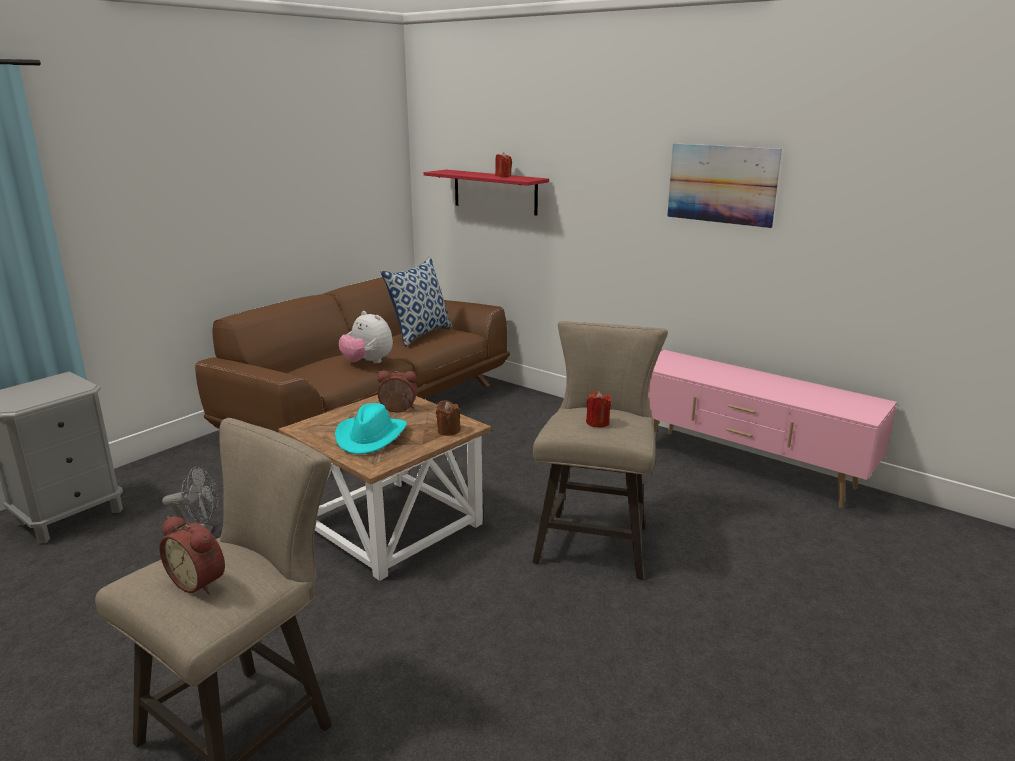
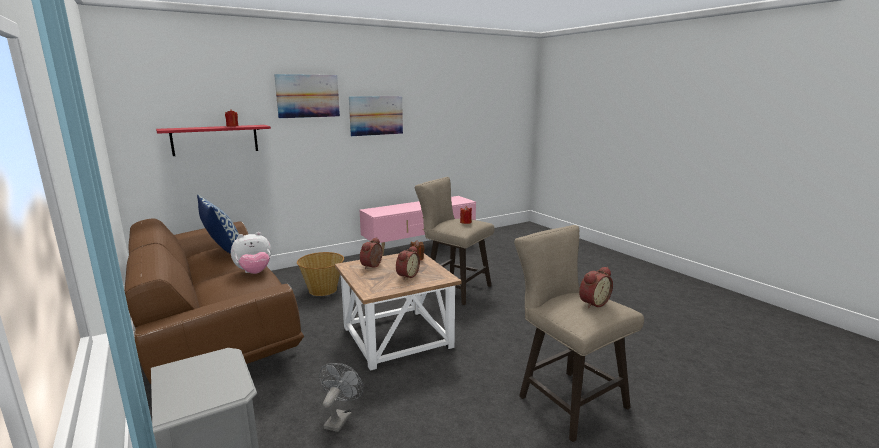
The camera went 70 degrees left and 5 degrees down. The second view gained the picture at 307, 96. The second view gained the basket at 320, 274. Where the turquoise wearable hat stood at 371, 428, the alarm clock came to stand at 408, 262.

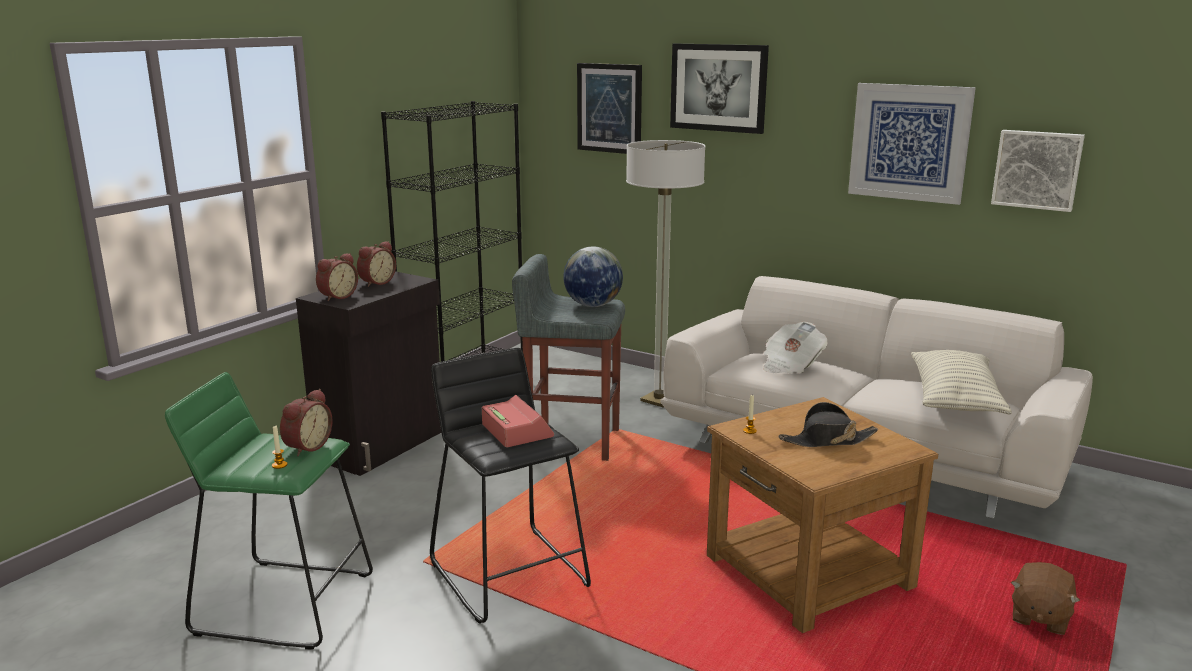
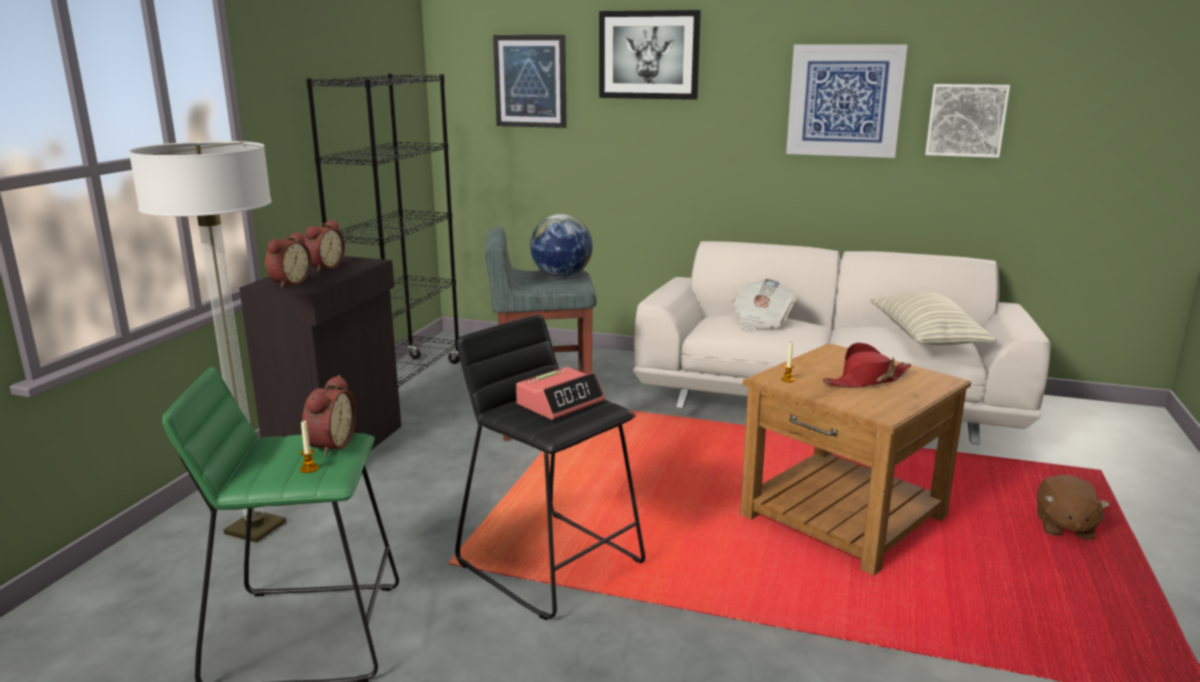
The camera went 15 degrees left and 0 degrees up. The standard lamp ended up elsewhere, having gone from 666, 274 to 207, 342. What was the blackish wearable hat at 828, 424 turned into the red wearable hat at 866, 365. The alarm clock at 518, 421 ended up facing another way, 90 degrees clockwise from before.

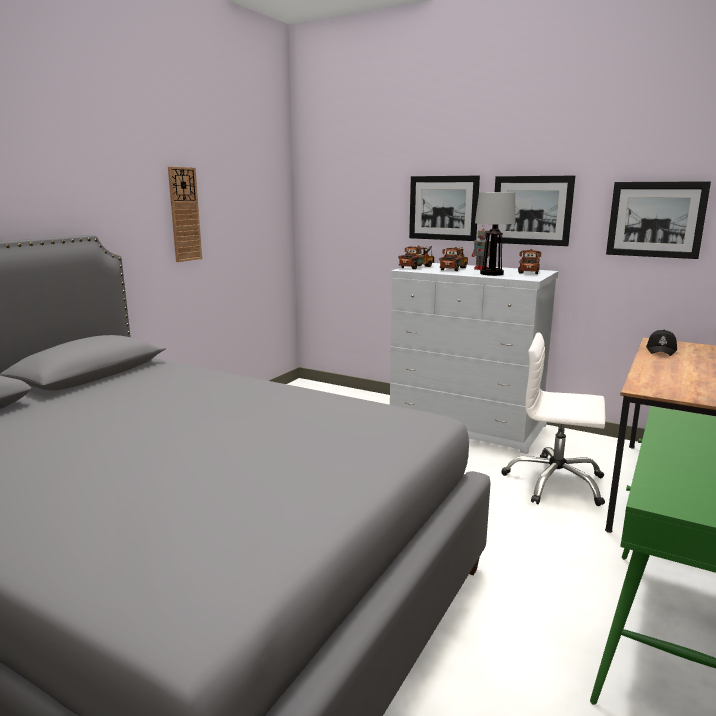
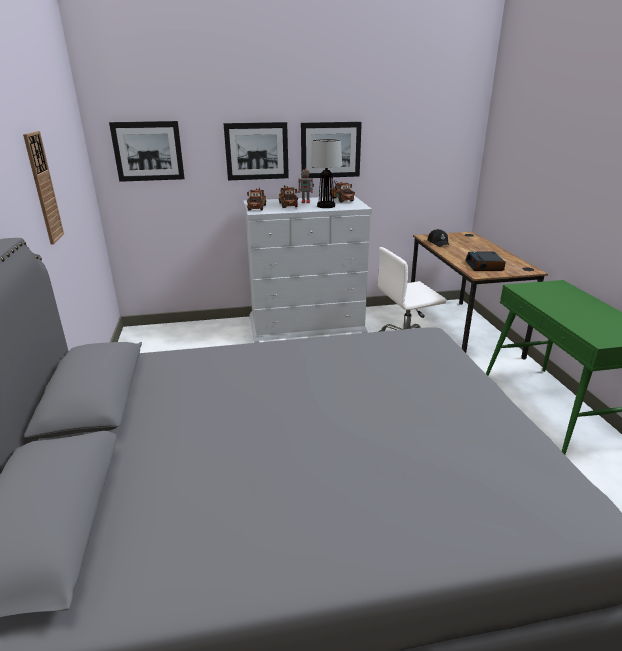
The camera went 40 degrees left and 10 degrees up. The second view gained the alarm clock at 485, 261. The picture ended up elsewhere, having gone from 658, 220 to 147, 151.

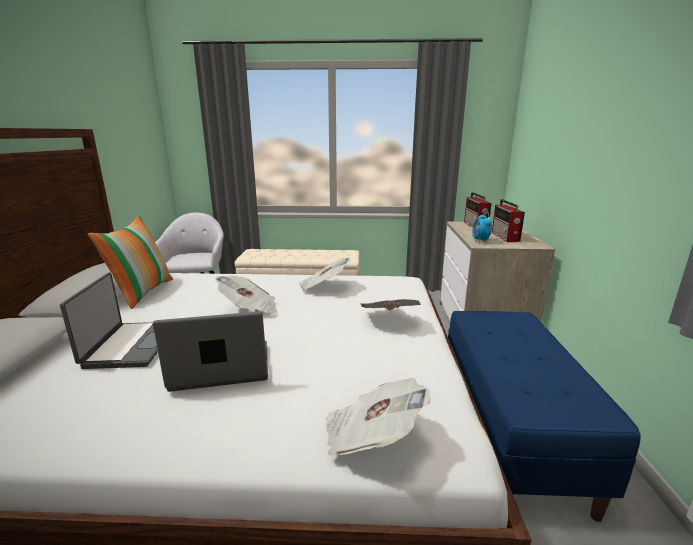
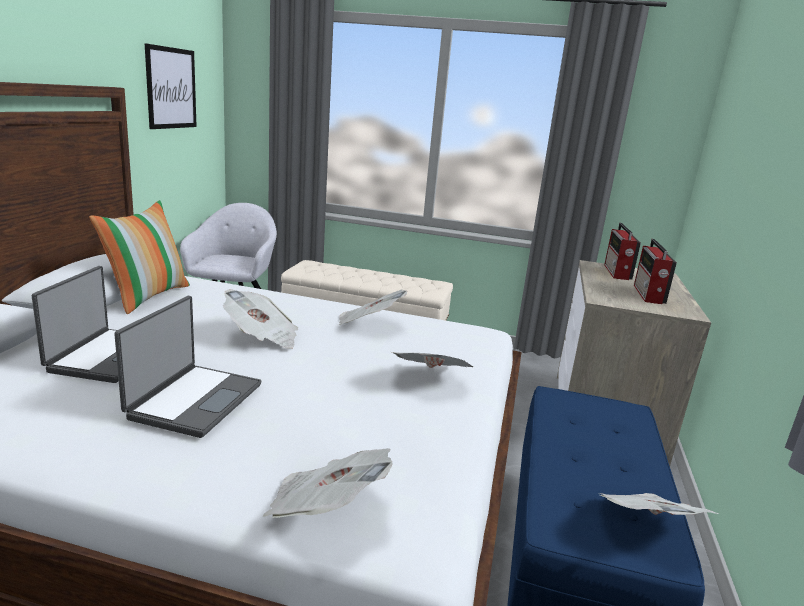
The camera went 10 degrees right and 0 degrees up. The second view lost the alarm clock at 482, 227. The second view gained the picture at 171, 86. The second view gained the printed paper at 658, 504. The notebook computer at 210, 351 ended up facing another way, 105 degrees clockwise from before.

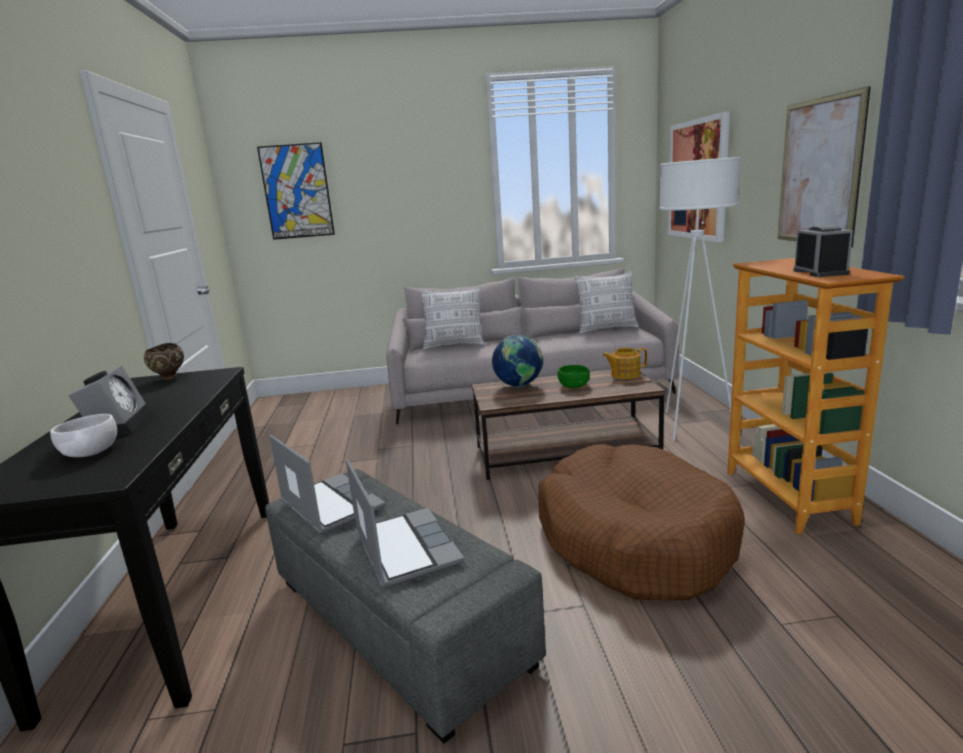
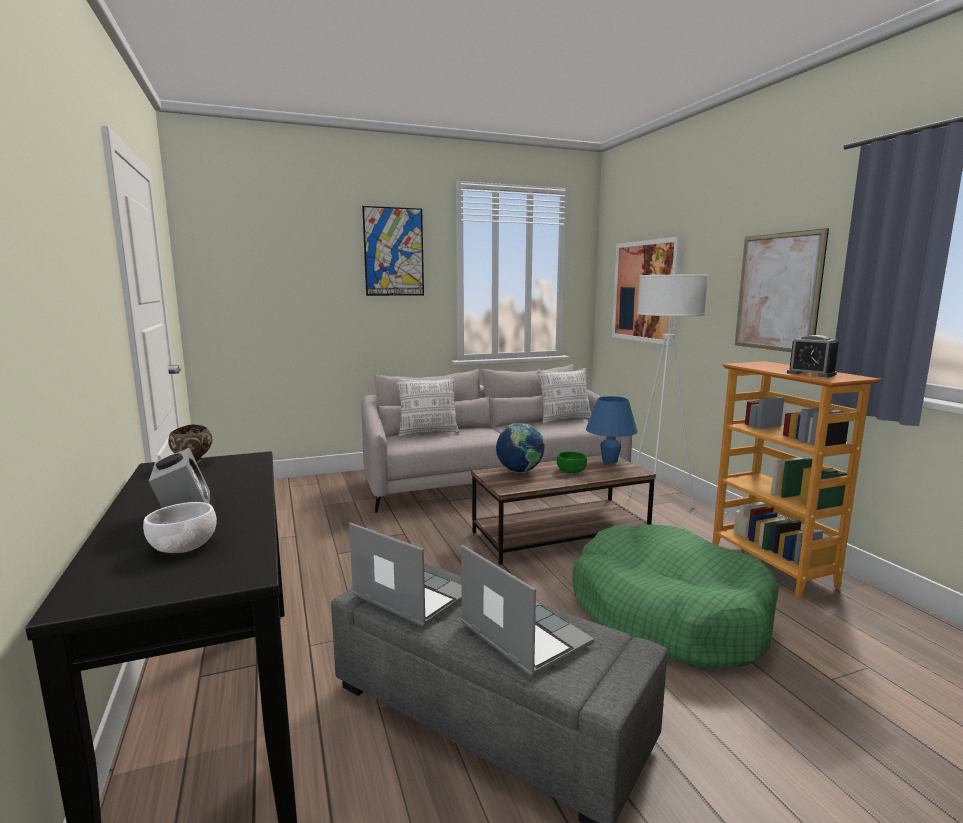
The camera went 15 degrees left and 5 degrees down. The picture ended up elsewhere, having gone from 296, 191 to 393, 251. Where the pot for tea stood at 624, 363, the blue tabletop lamp came to stand at 612, 429. What was the brown-coloured dog bed at 641, 522 turned into the green dog bed at 675, 597. The alarm clock at 823, 251 ended up facing another way, 150 degrees clockwise from before.

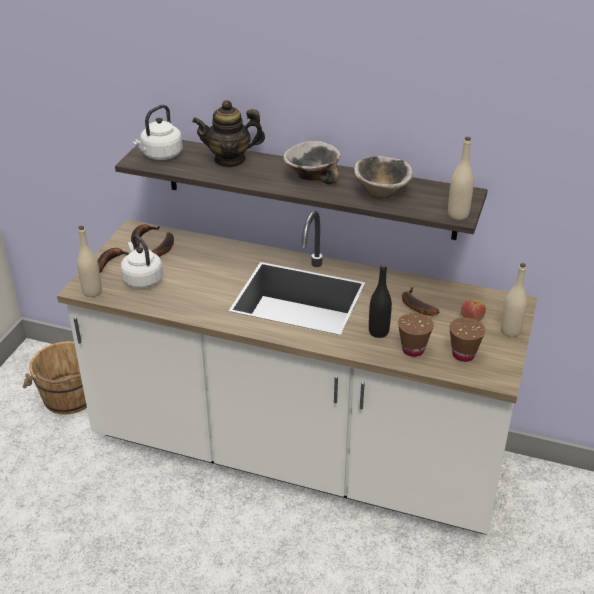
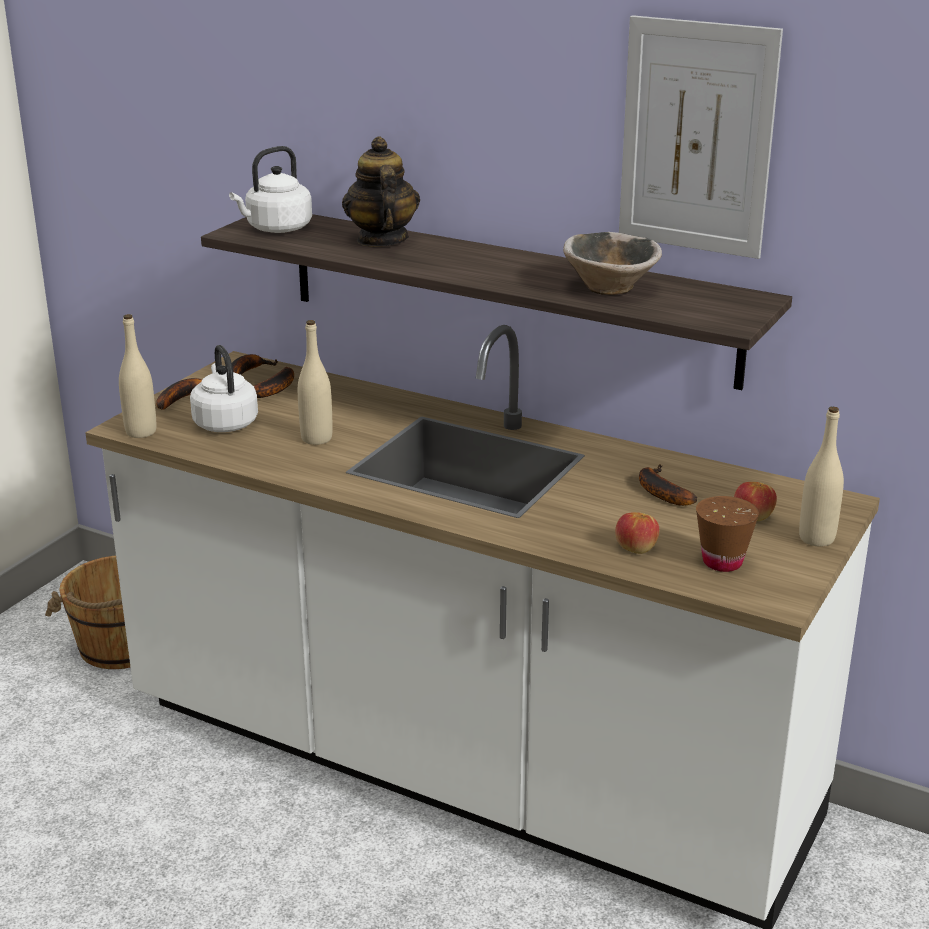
The camera went 10 degrees right and 10 degrees down. The second view lost the bowl at 312, 162. The second view lost the blackish beverage bottle at 380, 301. The second view gained the picture at 701, 137. The beige-coloured beverage bottle ended up elsewhere, having gone from 461, 178 to 315, 382. Where the brown-coloured cup stood at 416, 335, the apple came to stand at 637, 533. The pot for tea at 228, 134 ended up facing another way, 75 degrees clockwise from before.

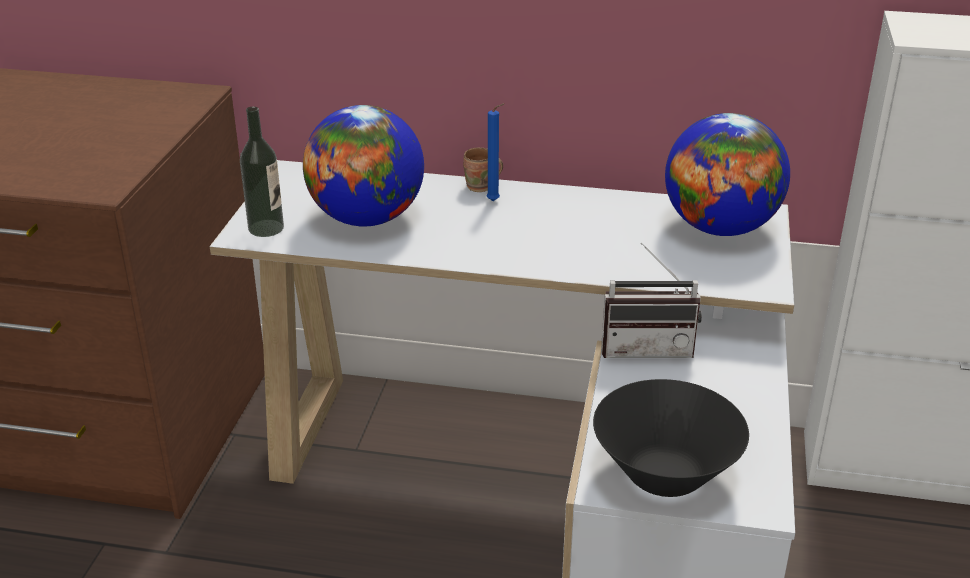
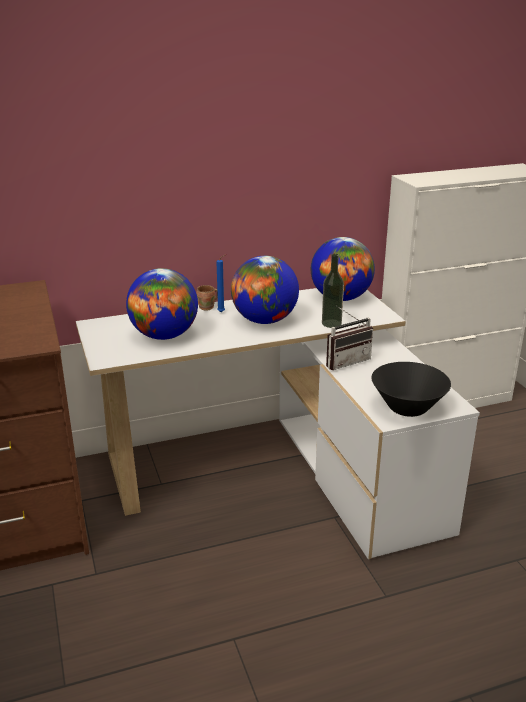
The camera went 30 degrees left and 5 degrees down. The second view gained the globe at 265, 290. The beverage bottle ended up elsewhere, having gone from 262, 171 to 333, 291.

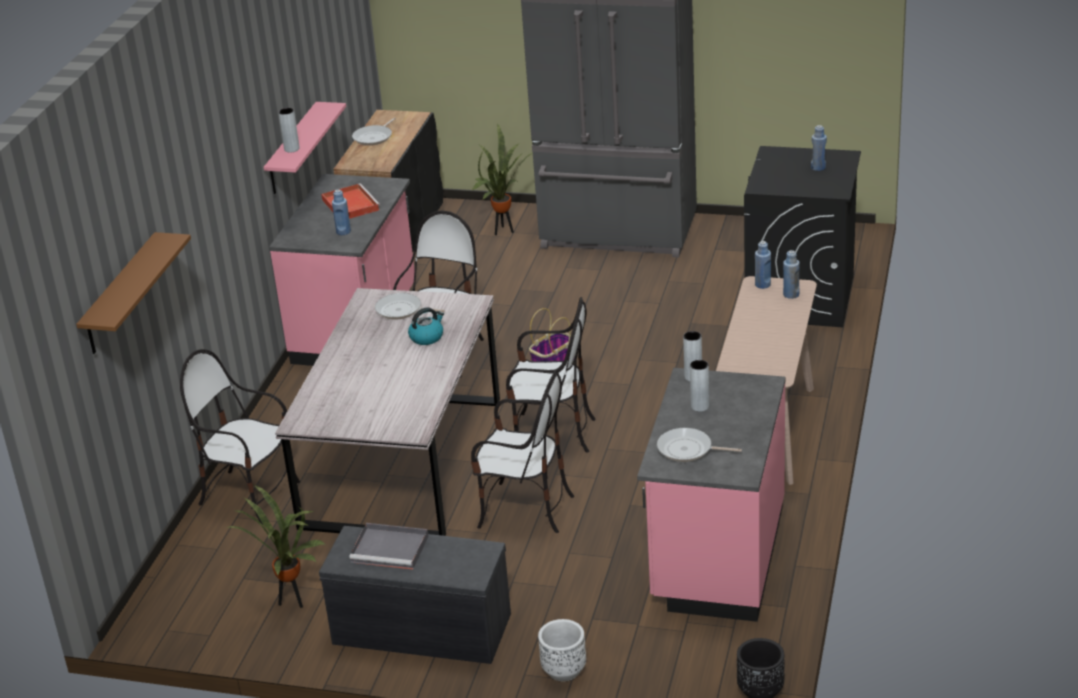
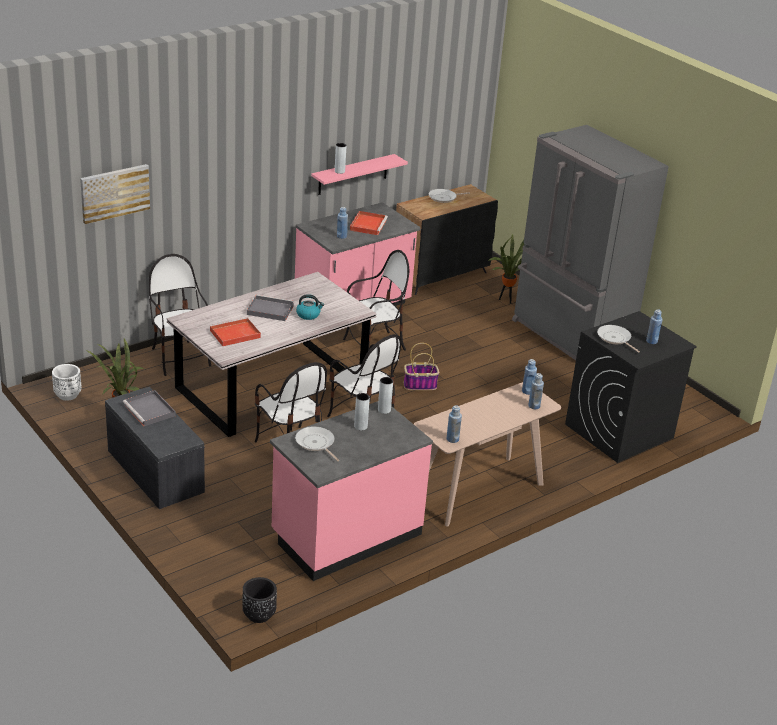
The camera went 35 degrees right and 0 degrees up. The second view gained the red serving tray at 235, 332. The second view gained the greyish serving tray at 270, 308. The second view gained the blue beverage bottle at 454, 424. The skillet ended up elsewhere, having gone from 410, 306 to 618, 338. The white-coloured flower pot ended up elsewhere, having gone from 562, 650 to 66, 382. Where the brown-coloured wall shelf hung at 133, 293, the picture came to hang at 115, 194.

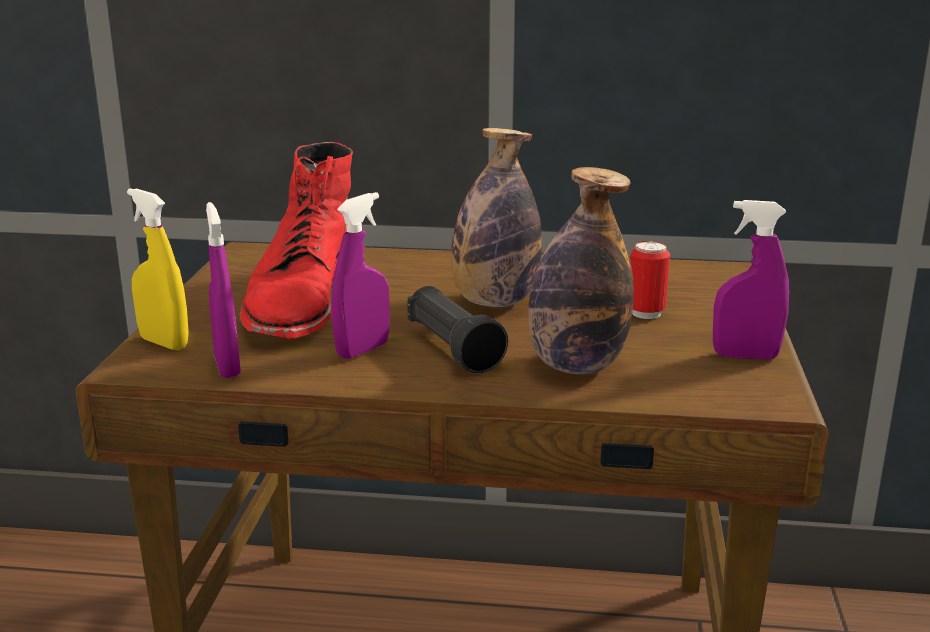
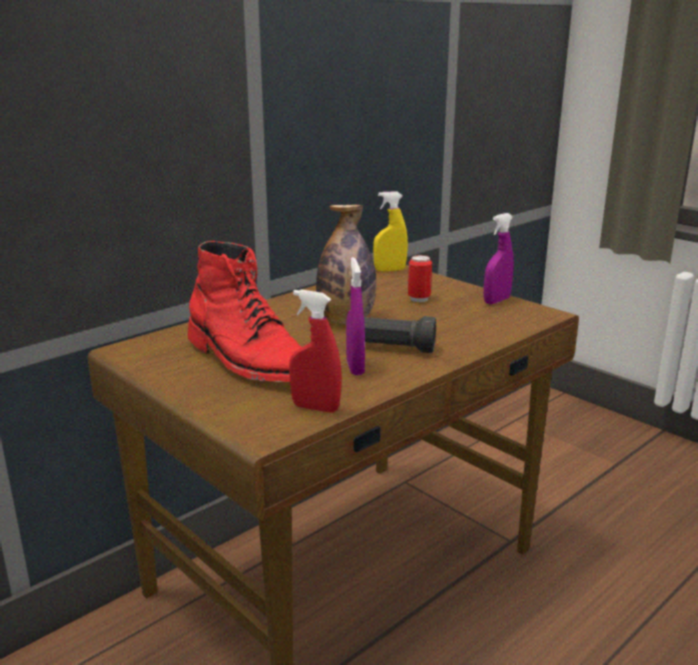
The camera went 50 degrees left and 0 degrees up. The second view lost the beverage bottle at 581, 270. The yellowish hand sprayer ended up elsewhere, having gone from 158, 269 to 390, 231. What was the purple hand sprayer at 223, 290 turned into the red hand sprayer at 315, 351.

